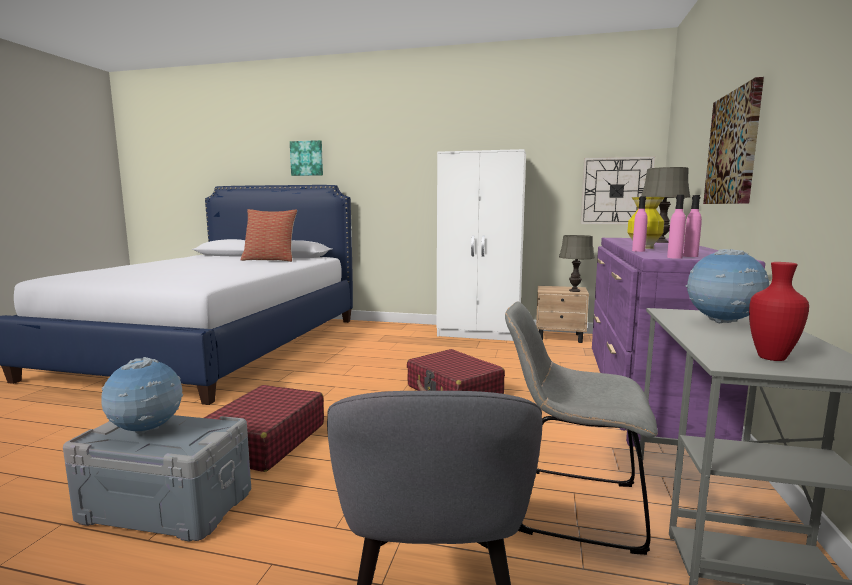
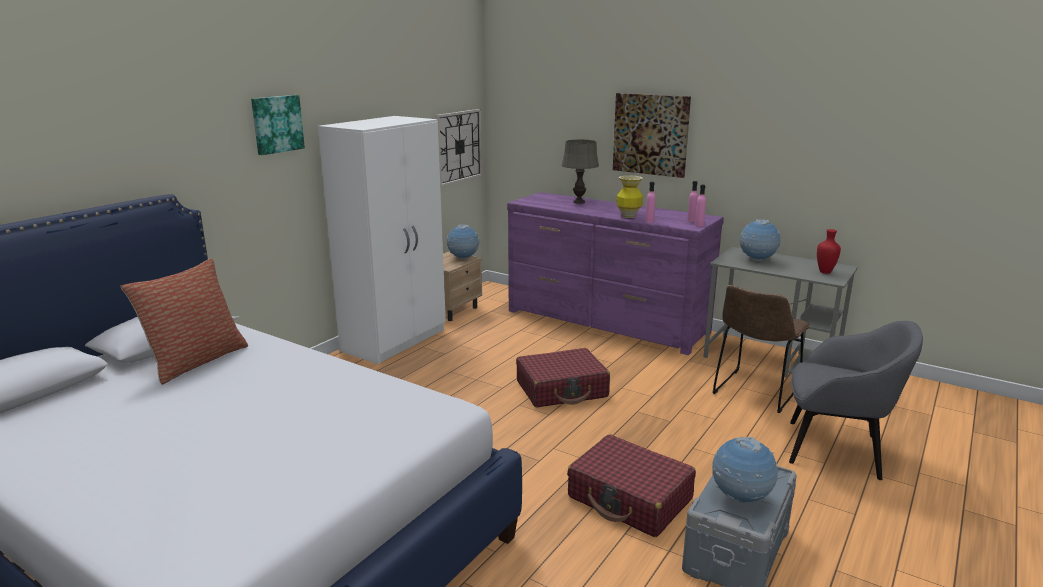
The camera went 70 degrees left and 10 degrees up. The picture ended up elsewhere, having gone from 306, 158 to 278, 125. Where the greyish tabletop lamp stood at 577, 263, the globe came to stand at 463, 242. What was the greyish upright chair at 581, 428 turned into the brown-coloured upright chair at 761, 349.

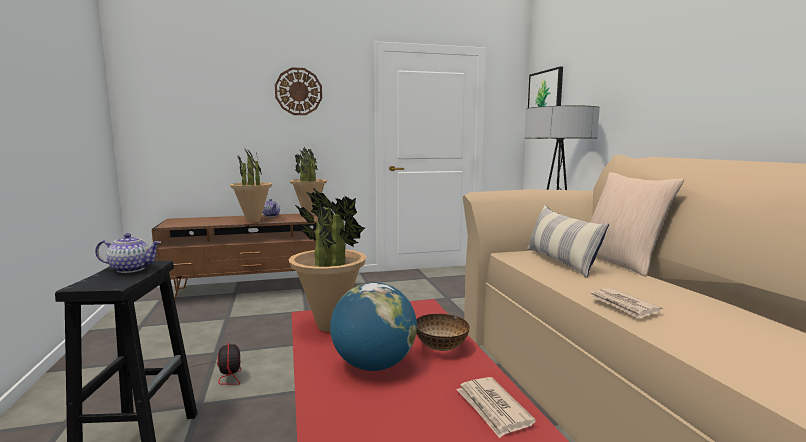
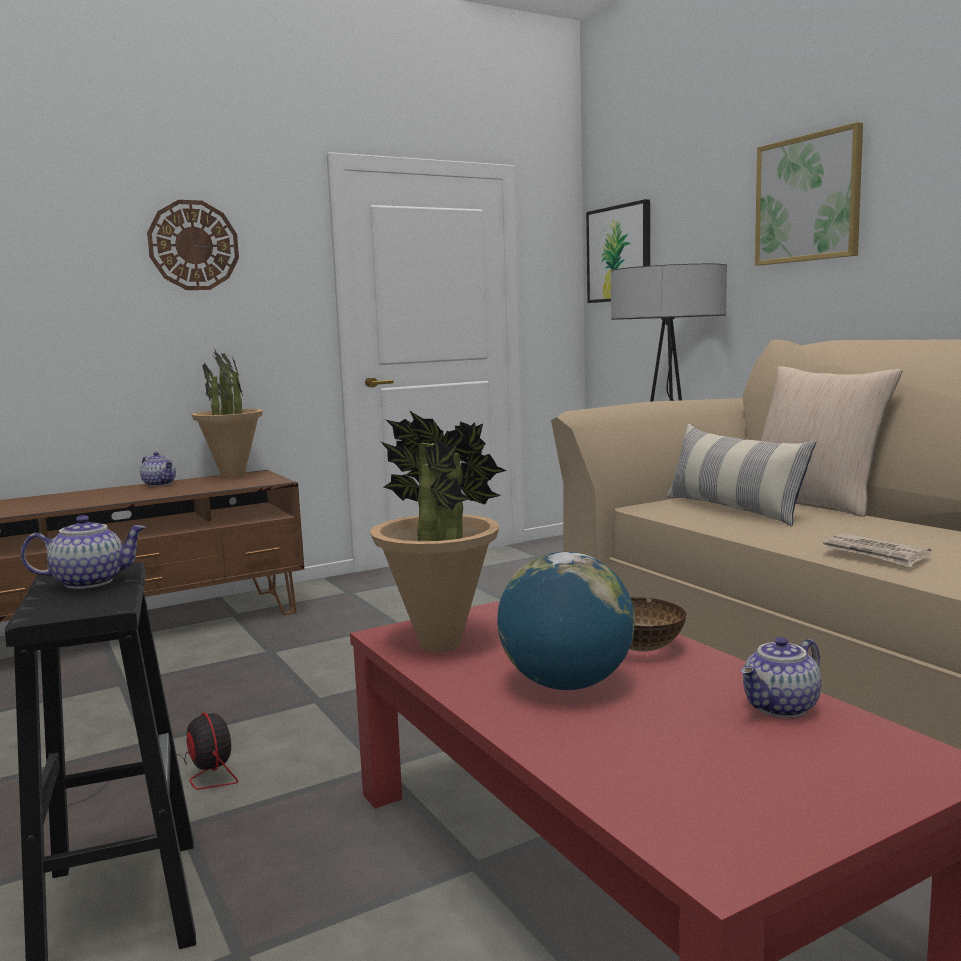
The camera went 15 degrees left and 0 degrees up. The second view lost the potted plant at 251, 186. The second view gained the picture at 809, 193. Where the printed paper stood at 496, 407, the pot for tea came to stand at 781, 677.

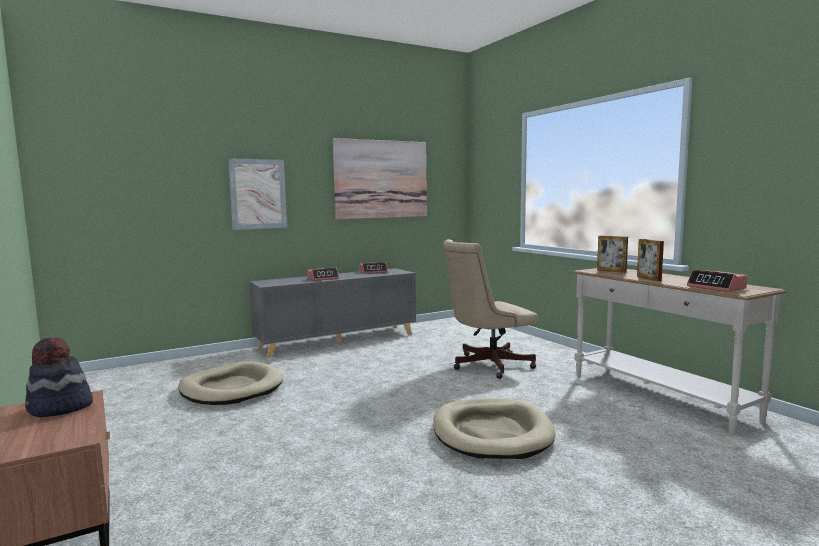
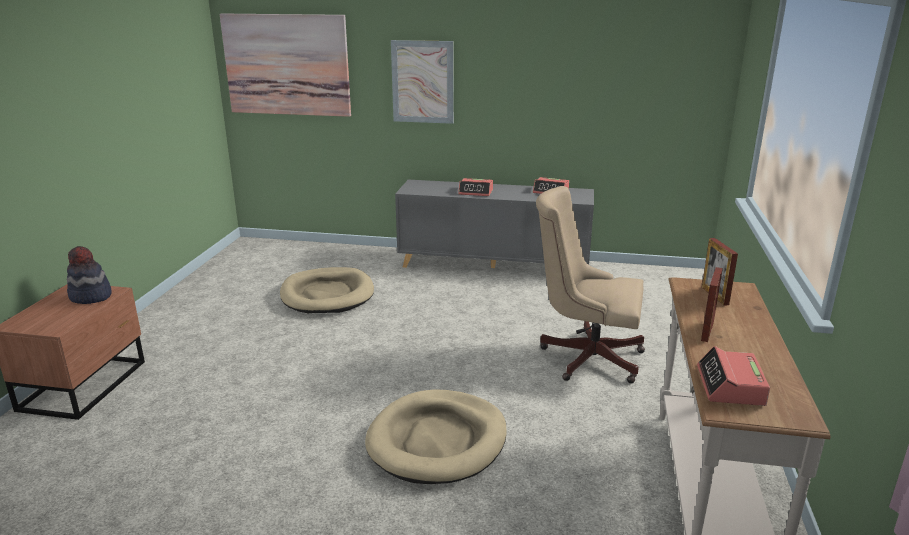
The camera went 40 degrees right and 15 degrees up. The picture ended up elsewhere, having gone from 380, 178 to 285, 65.

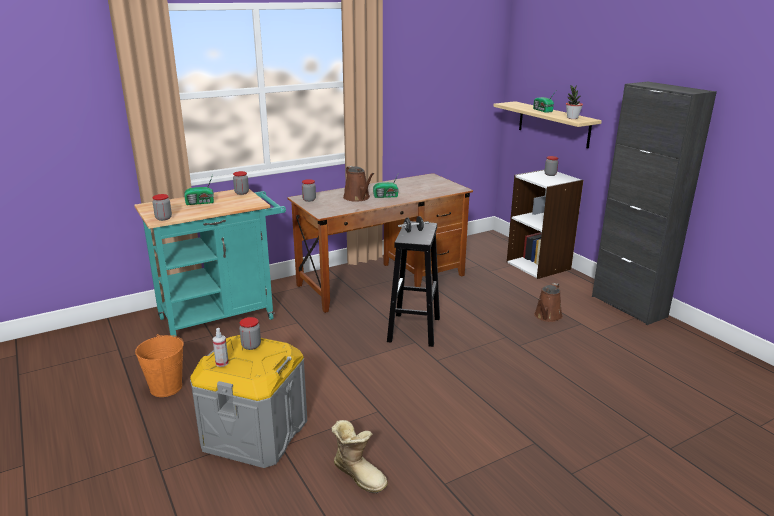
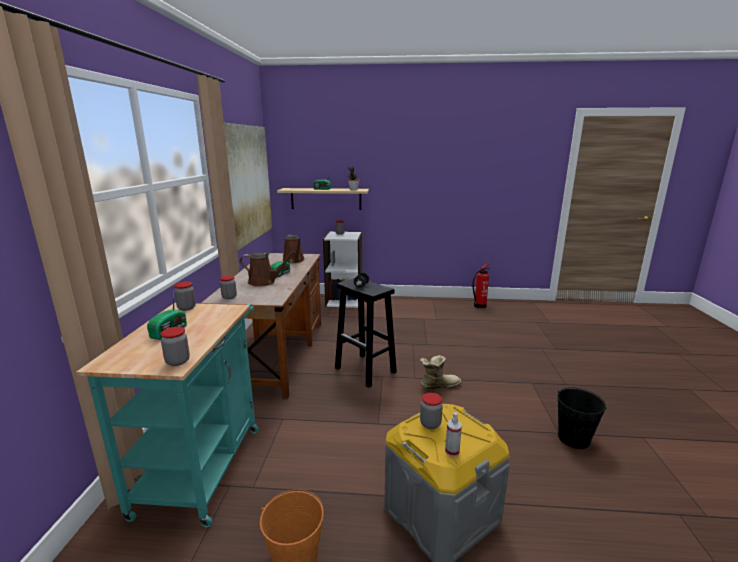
The camera went 55 degrees left and 5 degrees down. The second view lost the blackish cabinet at 654, 203. The second view gained the picture at 248, 187. The second view gained the extinguisher at 481, 285. The second view gained the blackish water bucket at 582, 418. The boot ended up elsewhere, having gone from 359, 457 to 440, 372. The brown-coloured watering can ended up elsewhere, having gone from 548, 302 to 293, 249.

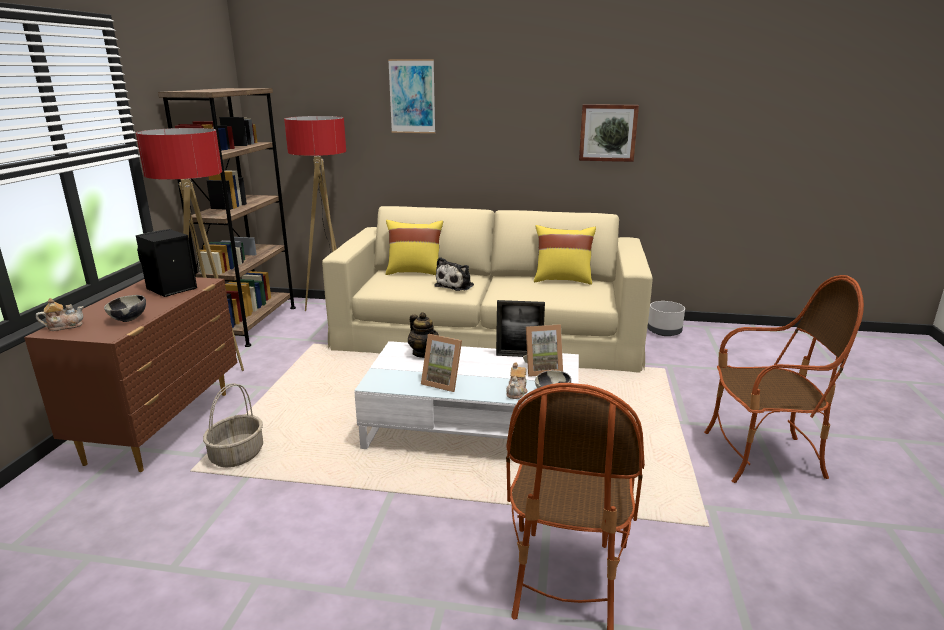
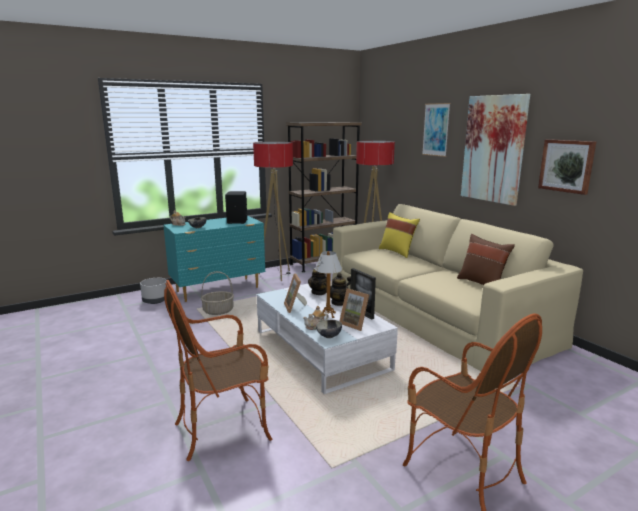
The camera went 50 degrees right and 5 degrees down. The second view lost the soft toy at 454, 274. The second view gained the tabletop lamp at 328, 284. The second view gained the pot for tea at 337, 289. The second view gained the picture at 495, 150. The greyish flower pot ended up elsewhere, having gone from 666, 318 to 153, 291. What was the brown-coloured drawer chest at 131, 374 turned into the turquoise drawer chest at 214, 258. What was the yellowish cushion at 565, 255 turned into the brown-coloured cushion at 486, 259.

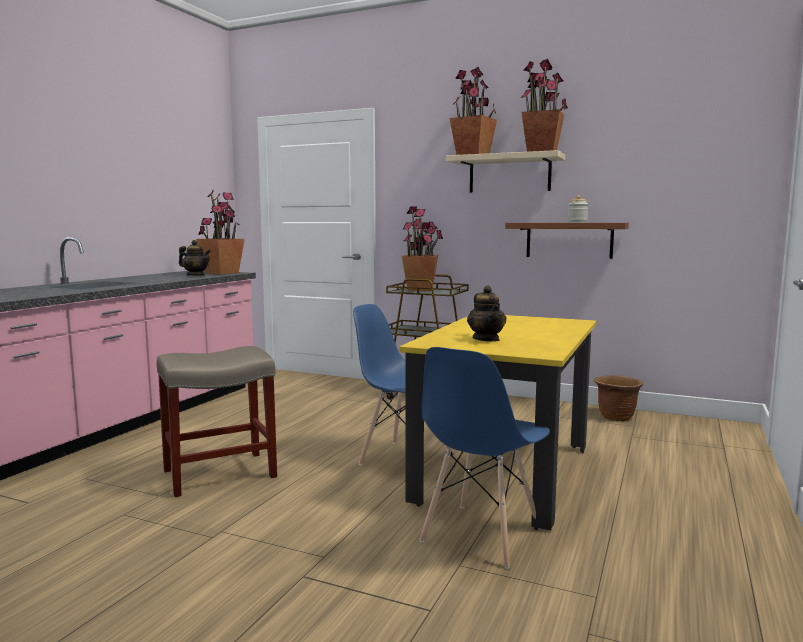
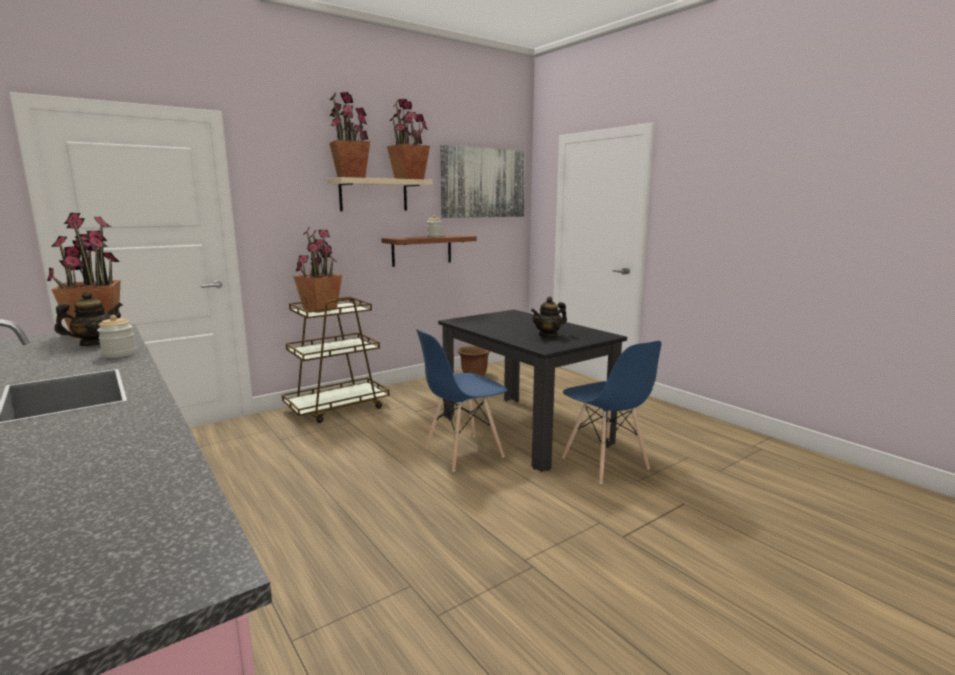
The camera went 60 degrees left and 5 degrees up. The second view lost the beige-coloured stool at 217, 421. The second view gained the storage jar at 116, 336. The second view gained the picture at 483, 181. What was the yellowish dining table at 497, 422 turned into the blackish dining table at 532, 391. The pot for tea at 486, 313 ended up facing another way, 135 degrees clockwise from before.

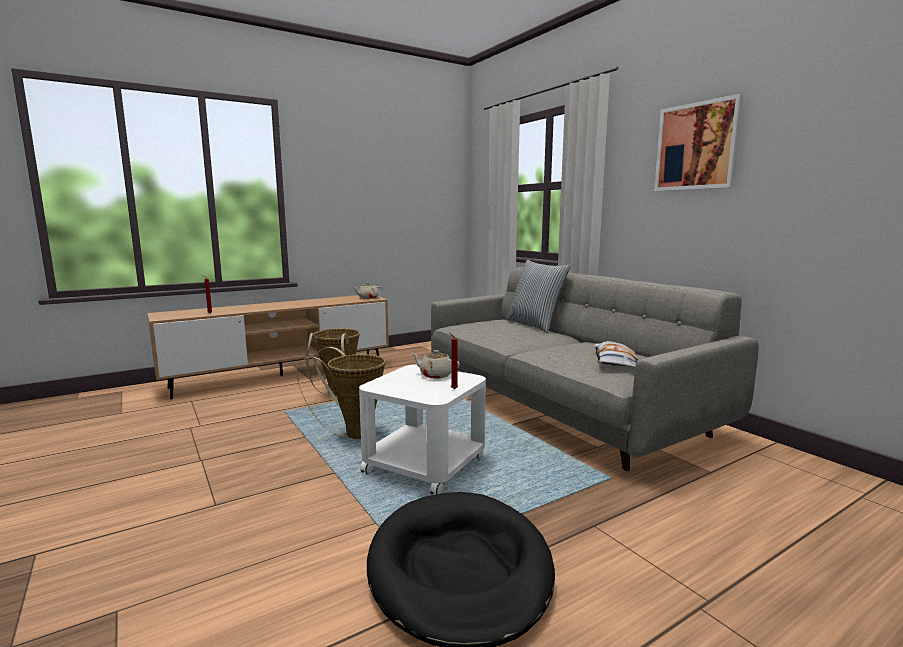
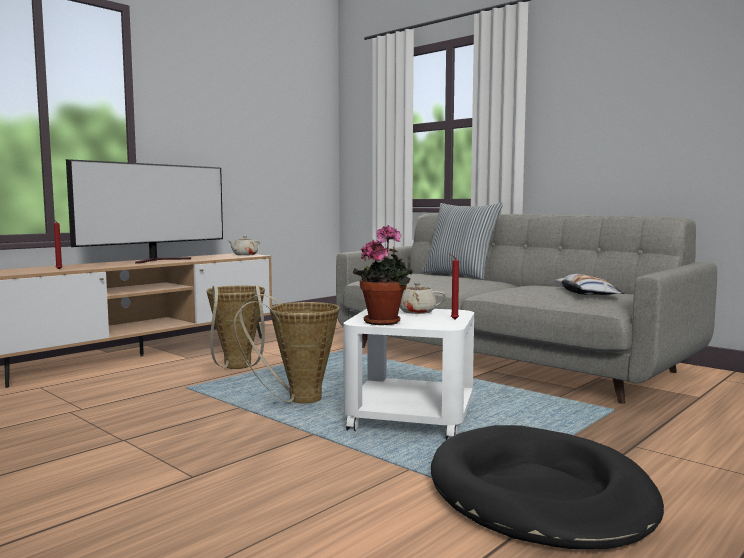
The camera went 15 degrees left and 5 degrees down. The second view lost the picture at 699, 142. The second view gained the TV set at 144, 211. The second view gained the potted plant at 383, 275.

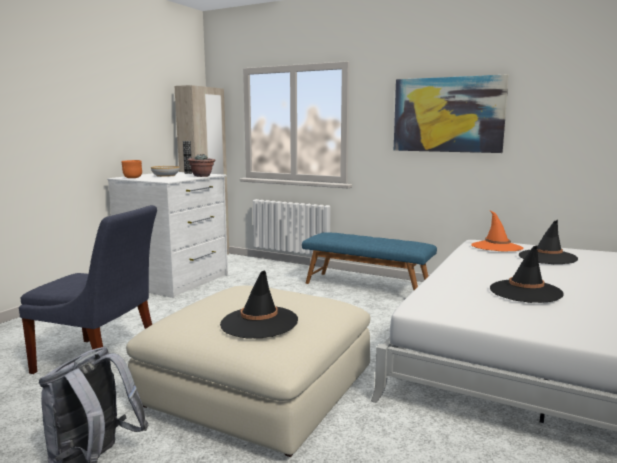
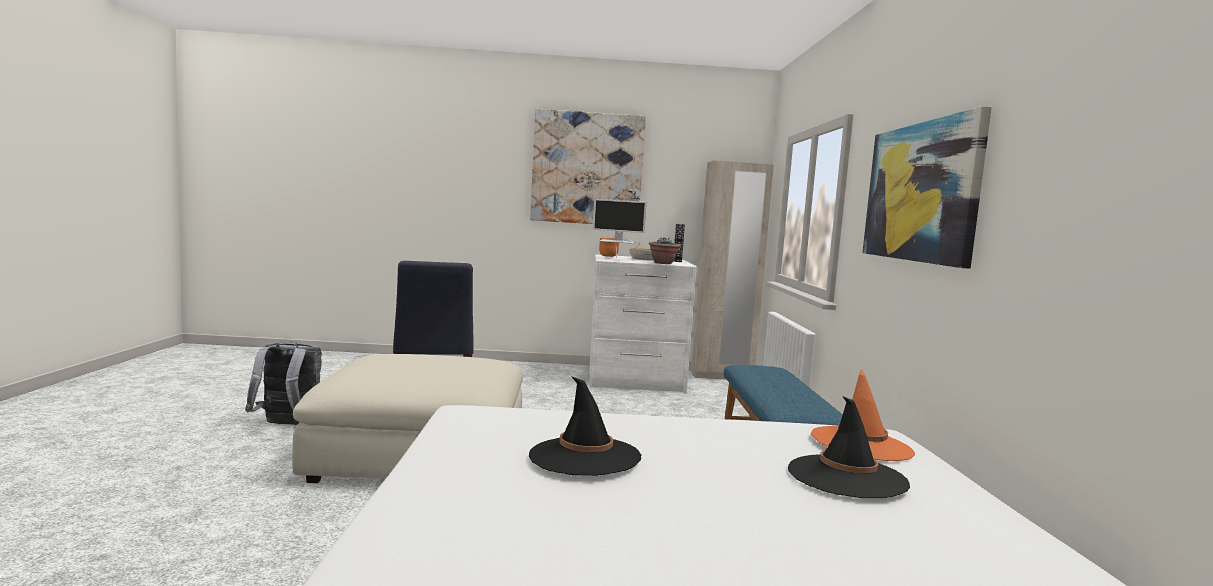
The camera went 60 degrees right and 5 degrees down. The second view lost the blackish wearable hat at 259, 304. The second view gained the picture at 588, 166. The second view gained the computer screen at 620, 230.

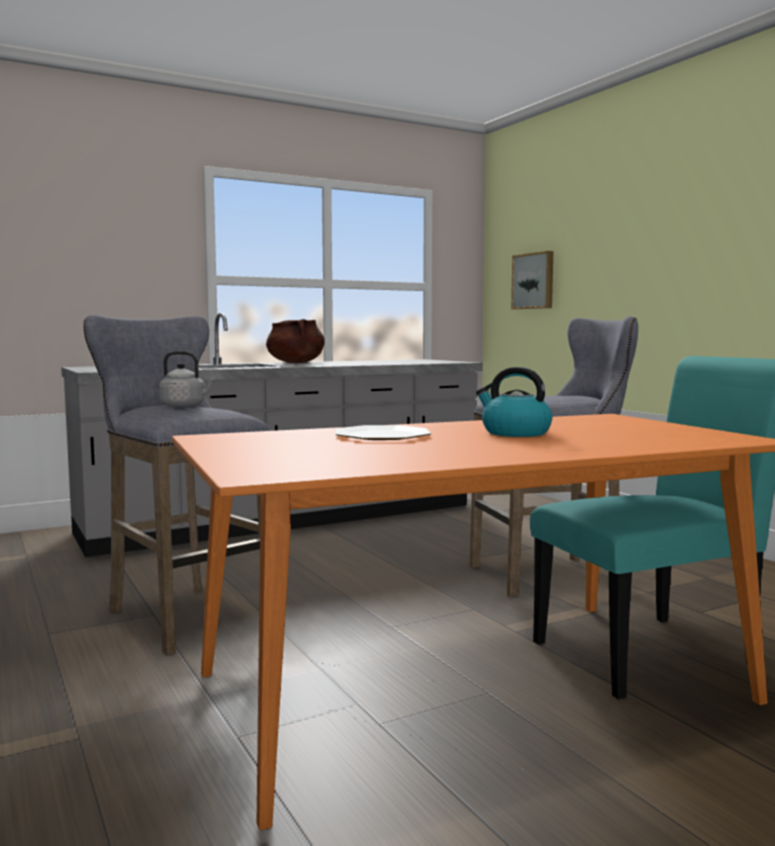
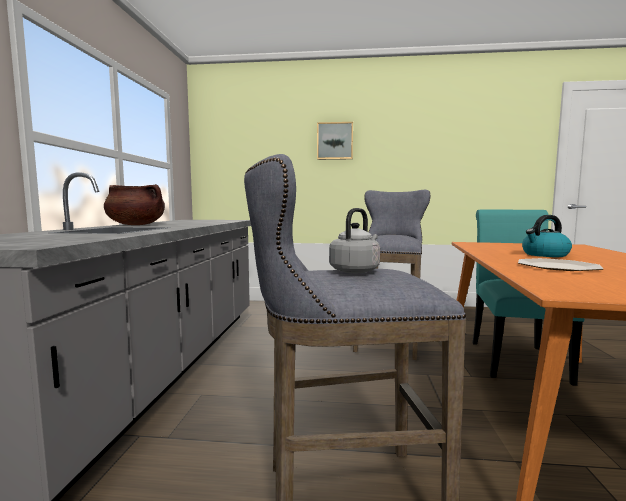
The camera went 55 degrees left and 0 degrees up. The picture ended up elsewhere, having gone from 532, 280 to 335, 141.

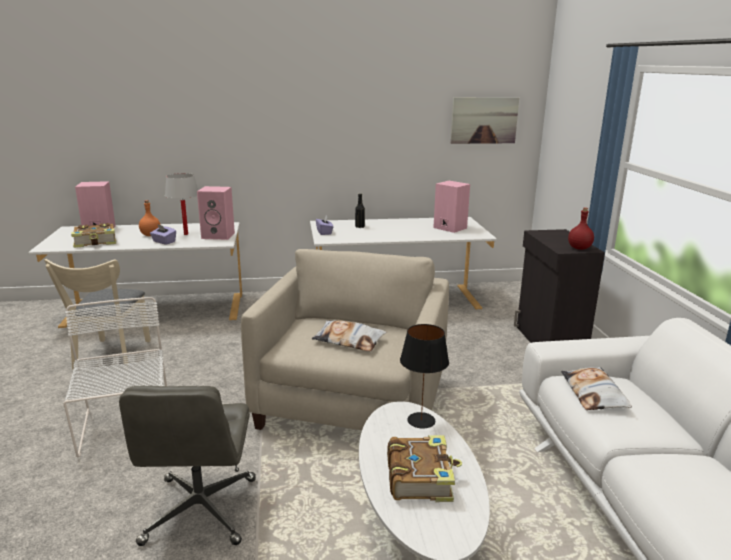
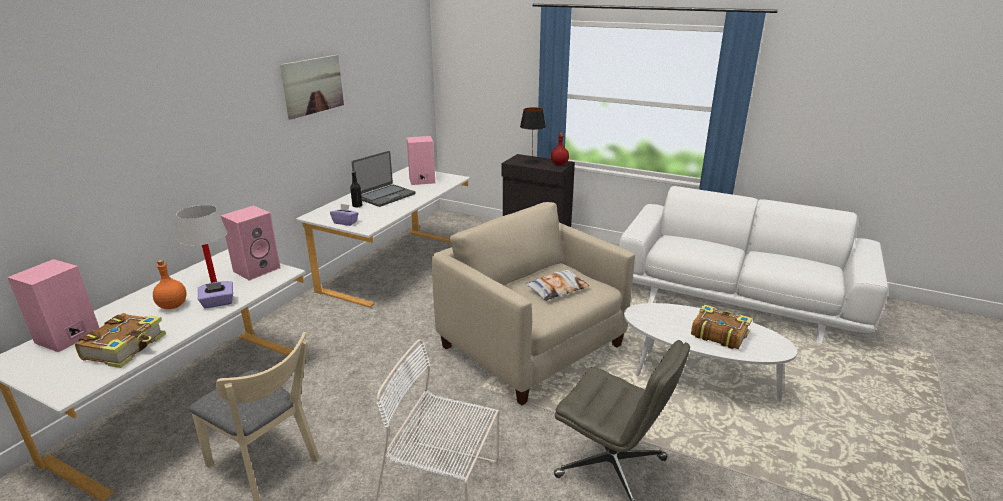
The camera went 55 degrees left and 5 degrees up. The second view lost the cushion at 596, 388. The second view gained the notebook computer at 383, 179. The blackish tabletop lamp ended up elsewhere, having gone from 424, 376 to 533, 135. The picture ended up elsewhere, having gone from 485, 120 to 312, 87.

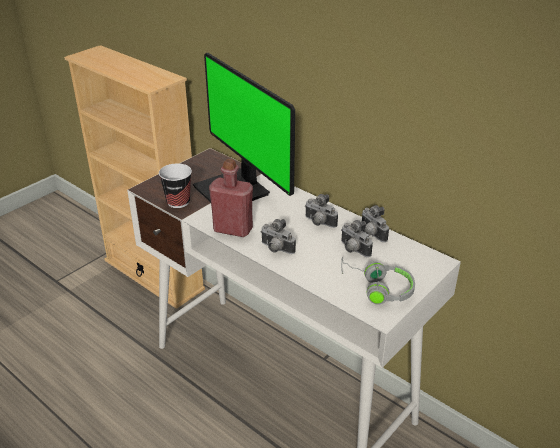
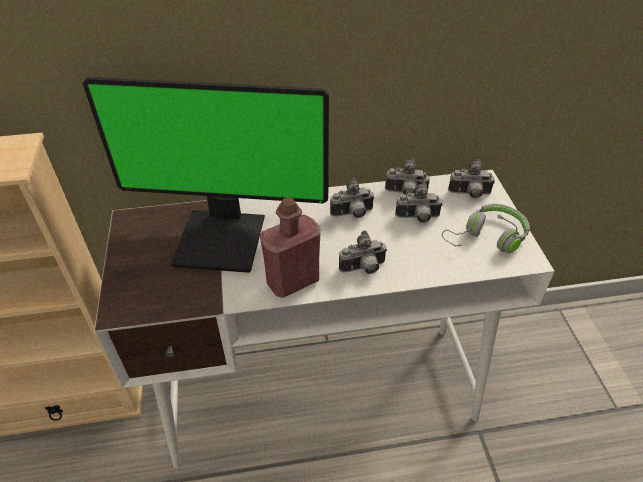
The camera went 50 degrees left and 10 degrees up. The second view lost the cup at 175, 185. The second view gained the still camera at 471, 178.

